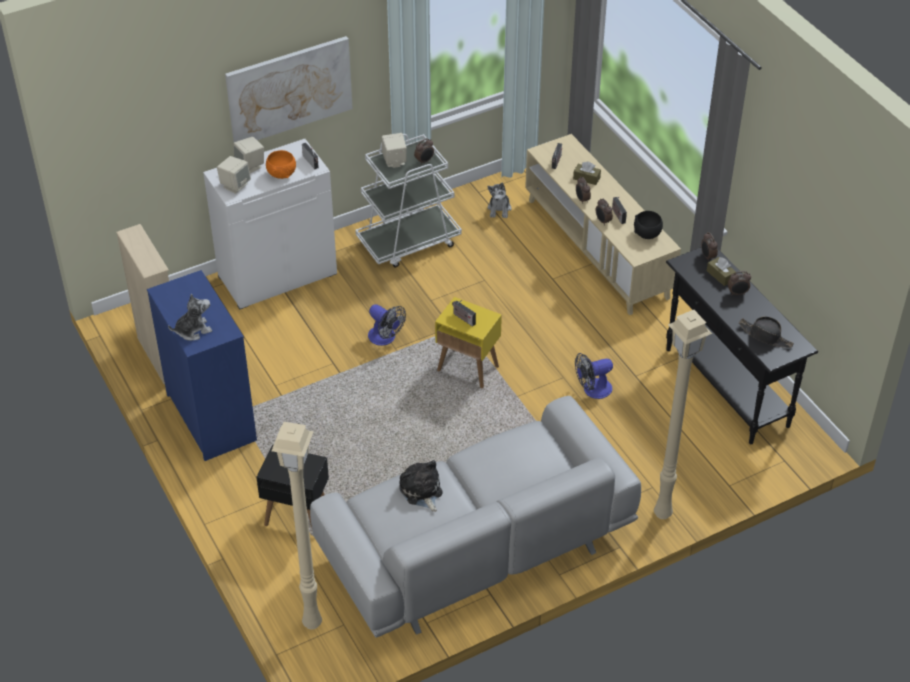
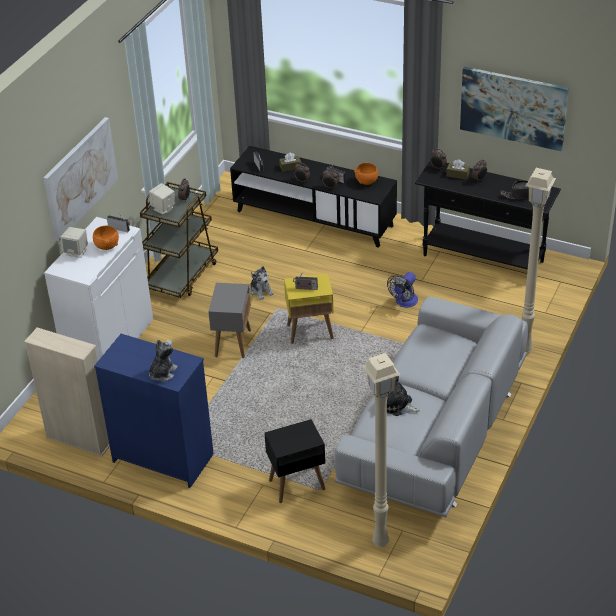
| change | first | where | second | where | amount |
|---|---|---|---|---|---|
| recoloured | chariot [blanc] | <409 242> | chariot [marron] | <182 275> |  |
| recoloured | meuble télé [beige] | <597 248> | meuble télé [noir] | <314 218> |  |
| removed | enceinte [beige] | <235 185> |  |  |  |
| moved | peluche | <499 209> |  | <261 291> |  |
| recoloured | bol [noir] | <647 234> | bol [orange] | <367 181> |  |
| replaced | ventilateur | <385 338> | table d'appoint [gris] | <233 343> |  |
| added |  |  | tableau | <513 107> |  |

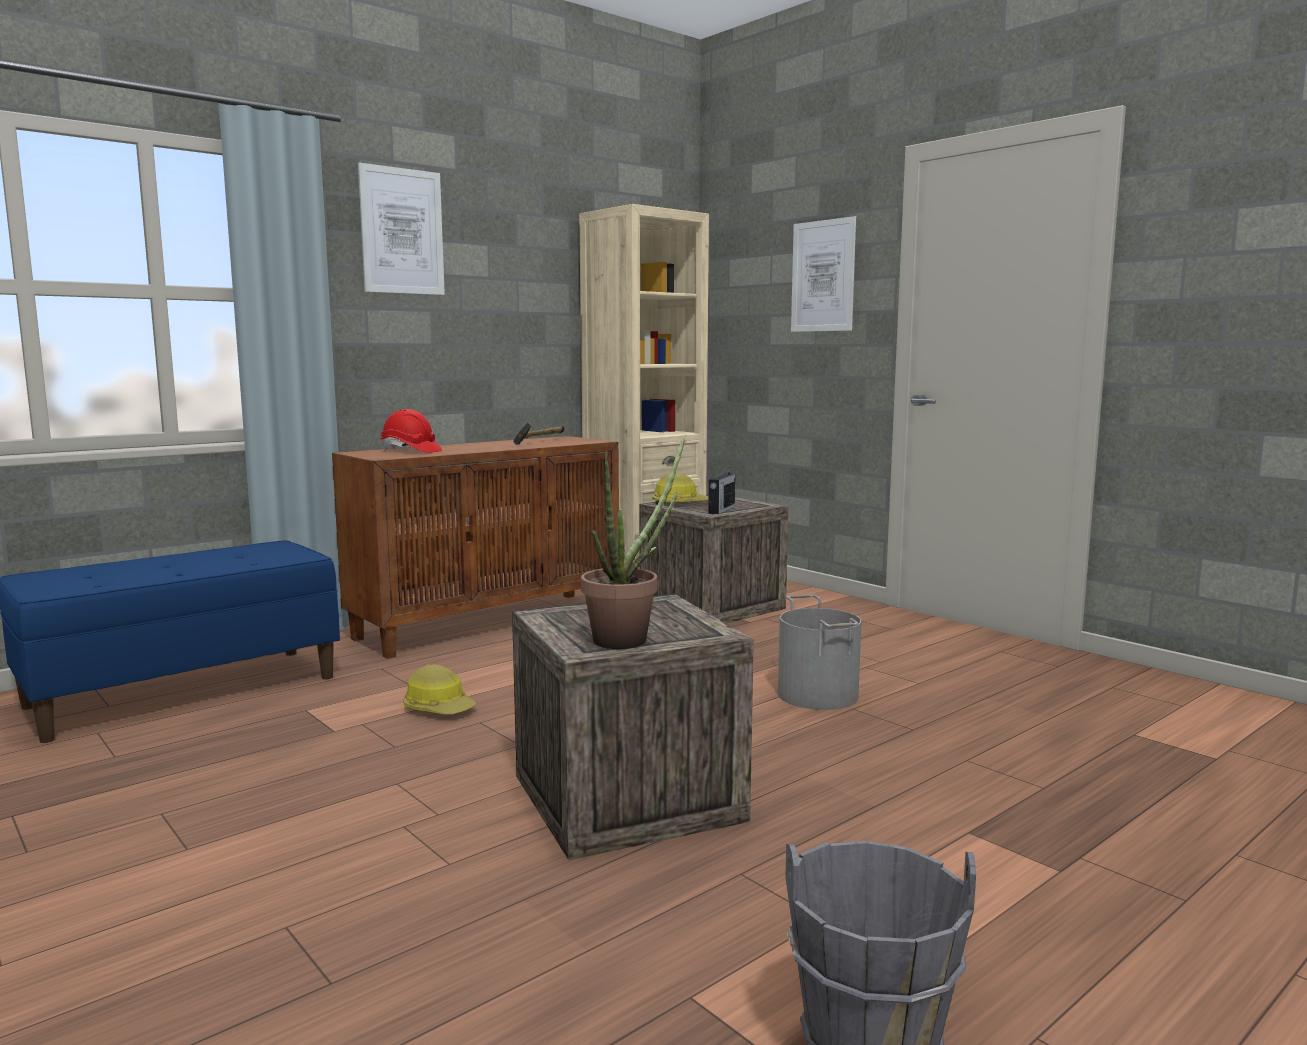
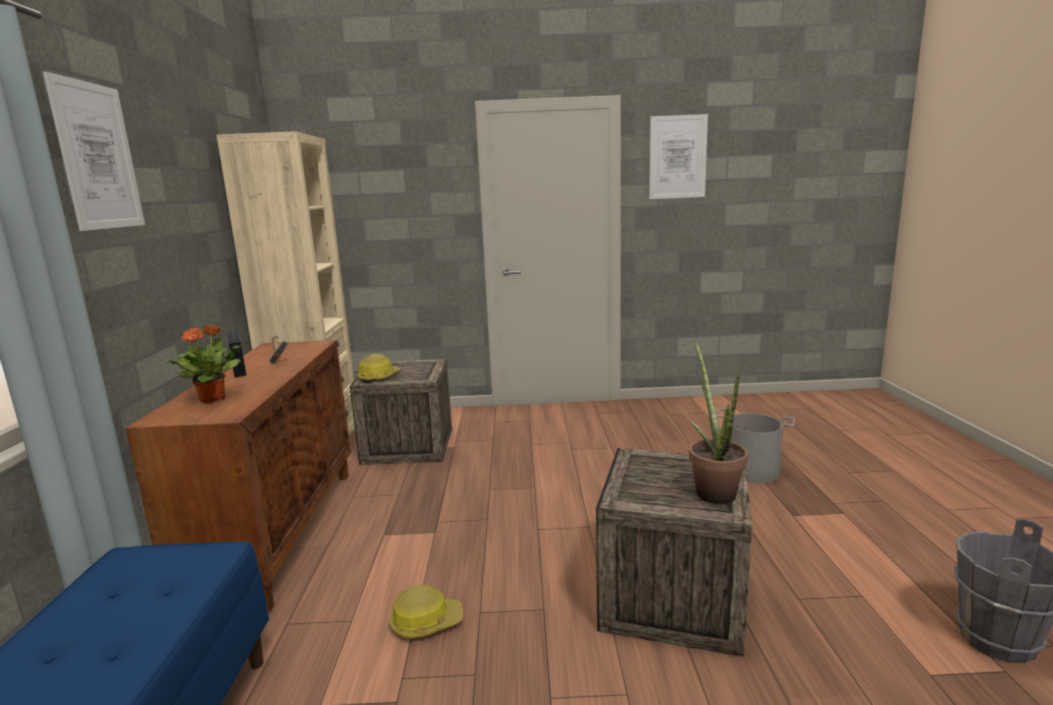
| change | first | where | second | where | amount |
|---|---|---|---|---|---|
| moved | tableau | <823 276> |  | <677 157> |  |
| replaced | casque de chantier [rouge] | <410 451> | plante en pot | <213 399> |  |
| moved | radio | <721 510> |  | <239 370> |  |
| moved | seau [gris] | <819 695> |  | <751 470> |  |

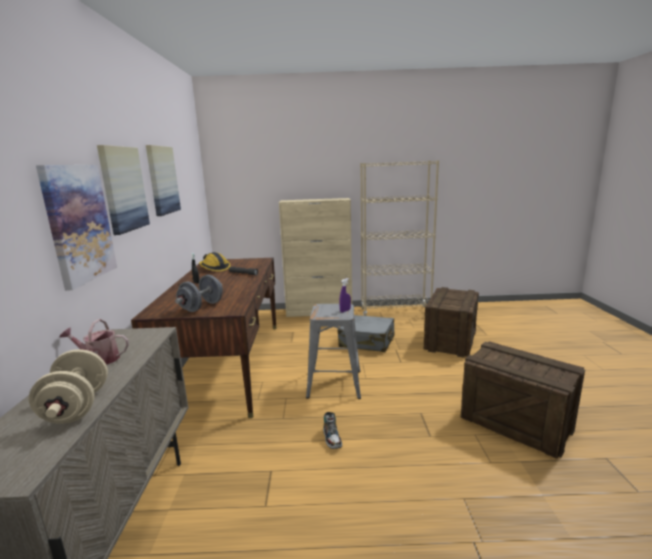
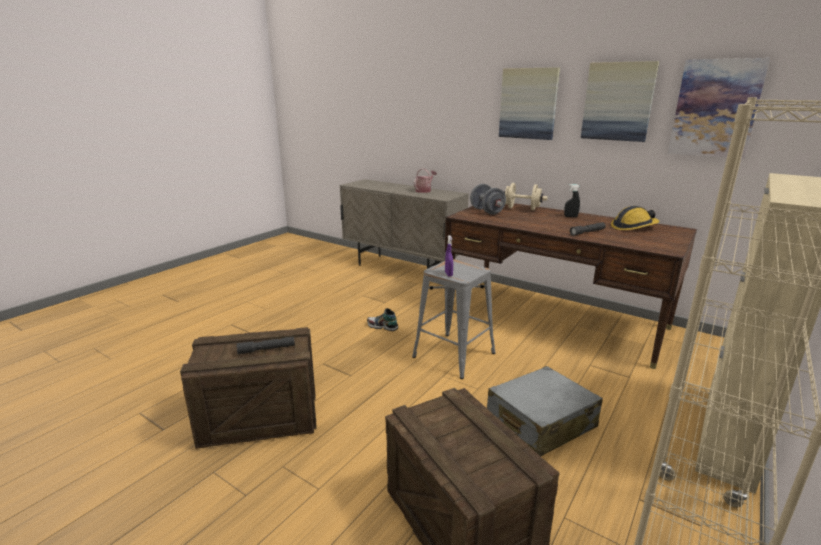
| change | first | where | second | where | amount |
|---|---|---|---|---|---|
| moved | tableau | <78 223> |  | <715 108> |  |
| moved | haltère [beige] | <77 407> |  | <522 209> |  |
| added |  |  | lampe de poche [gris] | <266 349> |  |

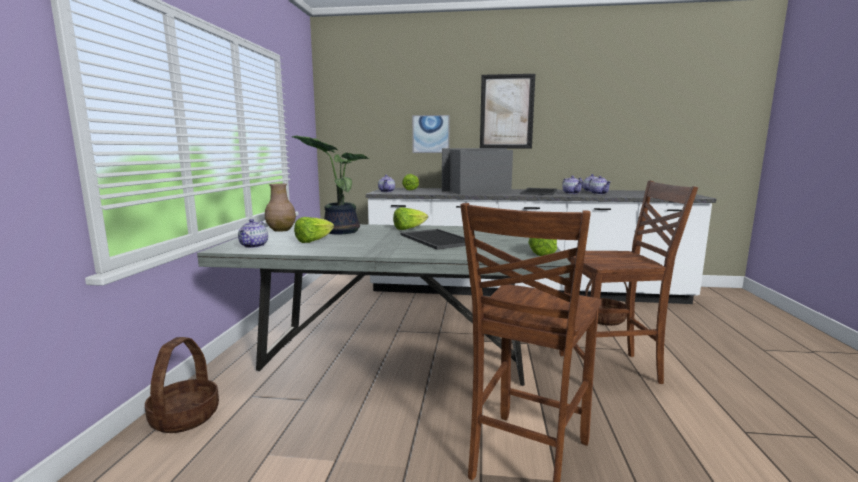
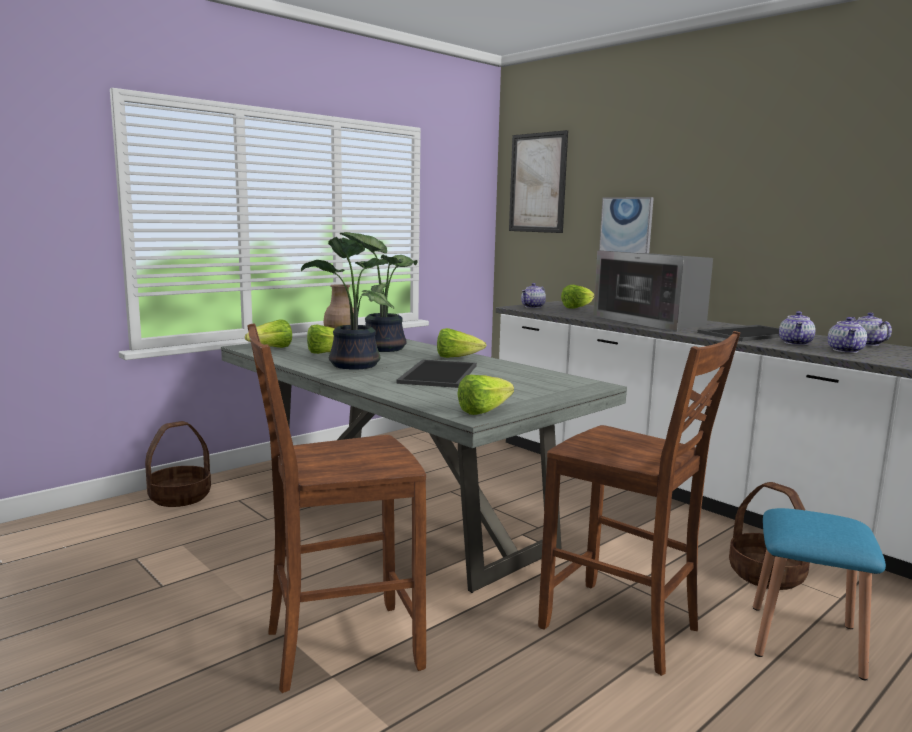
| change | first | where | second | where | amount |
|---|---|---|---|---|---|
| moved | tableau | <506 112> |  | <537 183> |  |
| turned | micro-ondes | <479 192> |  | <652 322> | 150 degrees counterclockwise |
| replaced | théière | <254 246> | laitue | <272 348> |  |
| added |  |  | plante en pot | <351 365> |  |
| added |  |  | tabouret [bleu] | <805 640> |  |

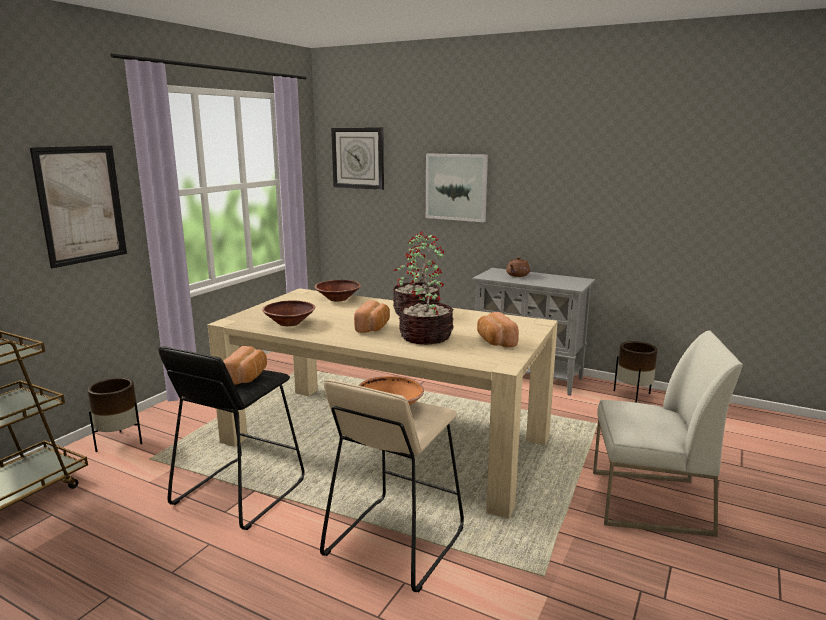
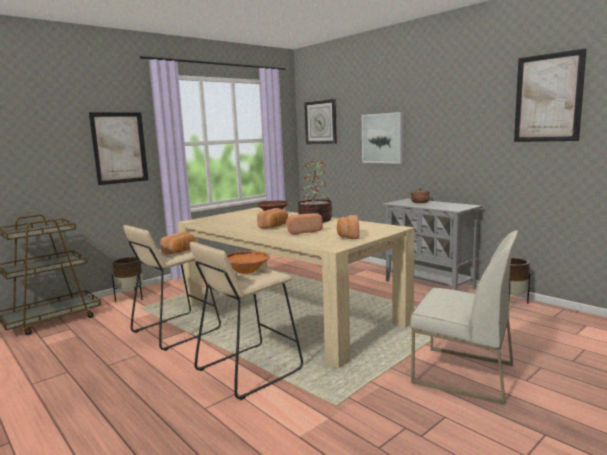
| change | first | where | second | where | amount |
|---|---|---|---|---|---|
| replaced | plante en pot | <425 336> | pain | <303 231> |  |
| removed | bol [marron] | <289 323> |  |  |  |
| recoloured | tabouret [noir] | <239 492> | tabouret [beige] | <176 330> |  |
| added |  |  | tableau | <548 98> |  |

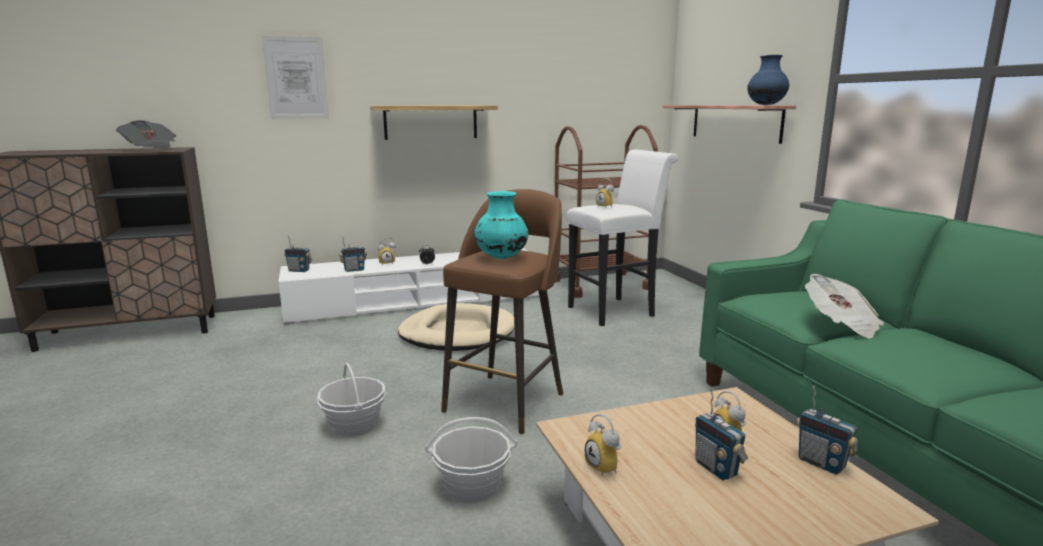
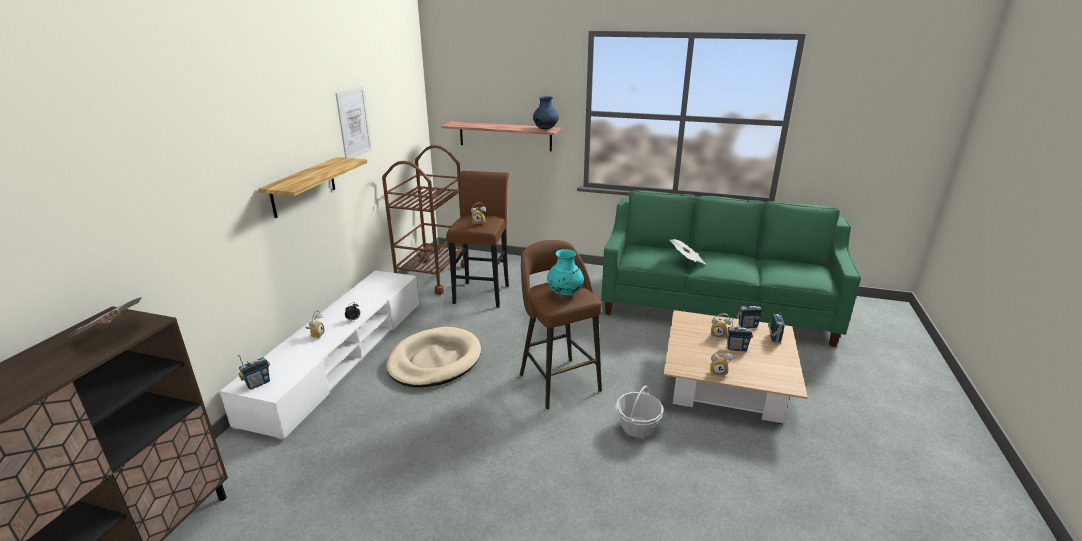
| change | first | where | second | where | amount |
|---|---|---|---|---|---|
| moved | tableau | <296 78> |  | <354 123> |  |
| recoloured | tabouret [blanc] | <616 311> | tabouret [marron] | <483 292> |  |
| moved | radio | <354 270> |  | <774 337> |  |
| removed | panier | <354 425> |  |  |  |

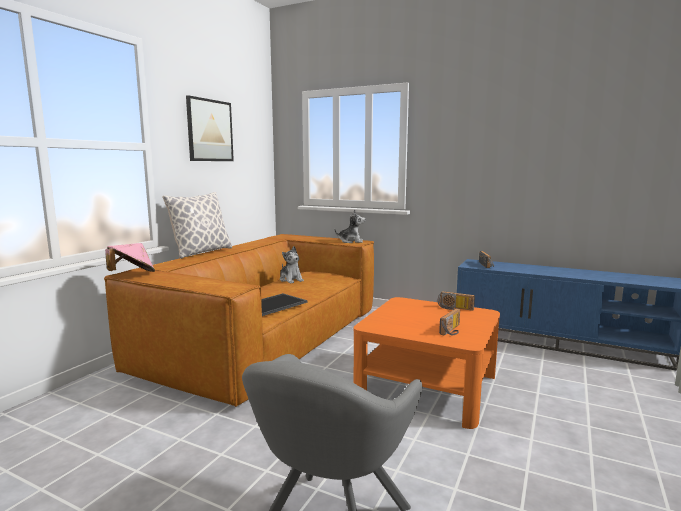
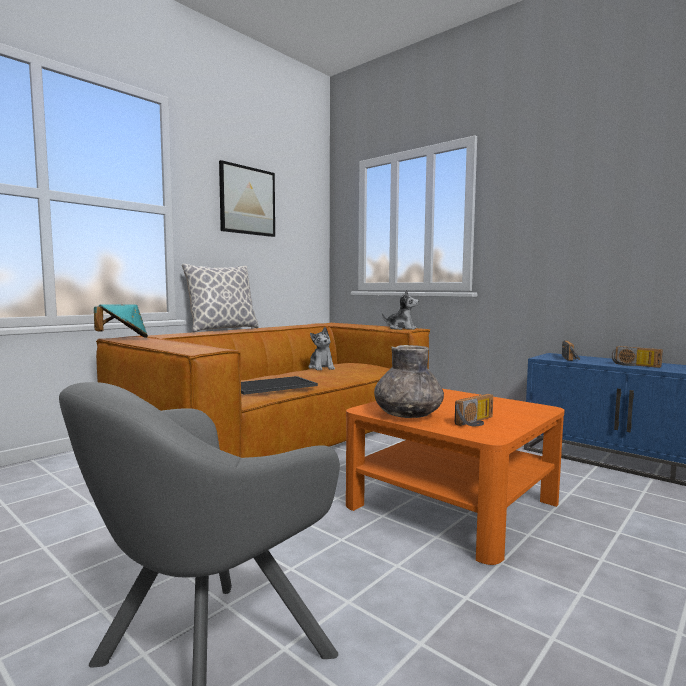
| change | first | where | second | where | amount |
|---|---|---|---|---|---|
| recoloured | chapeau [rose] | <132 274> | chapeau [turquoise] | <124 338> |  |
| moved | radio | <454 308> |  | <635 365> |  |
| added |  |  | vase [gris] | <407 415> |  |

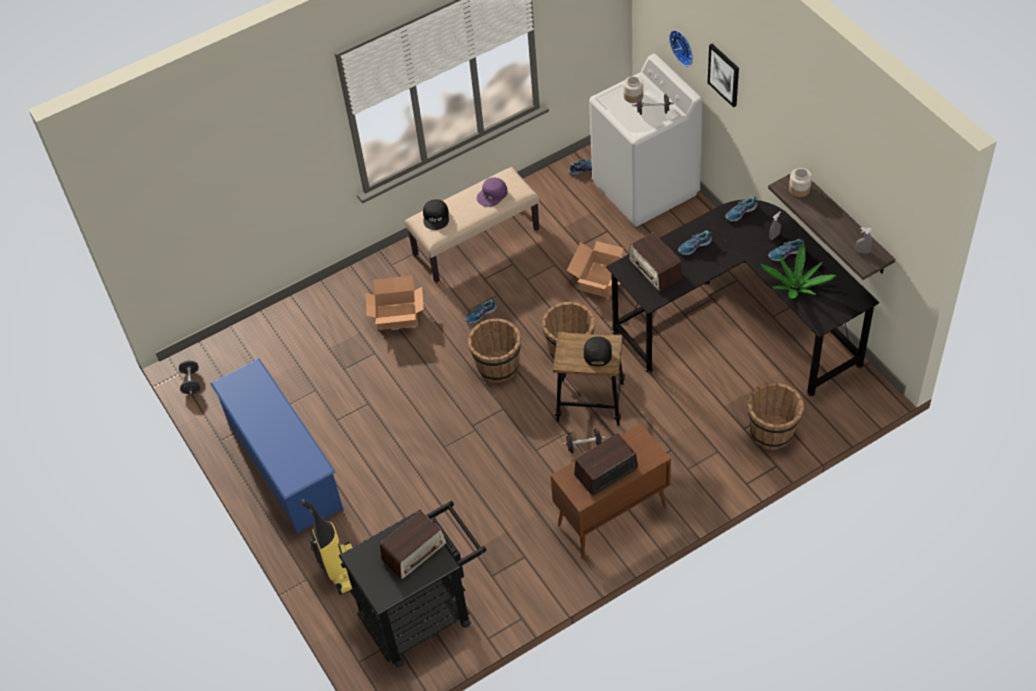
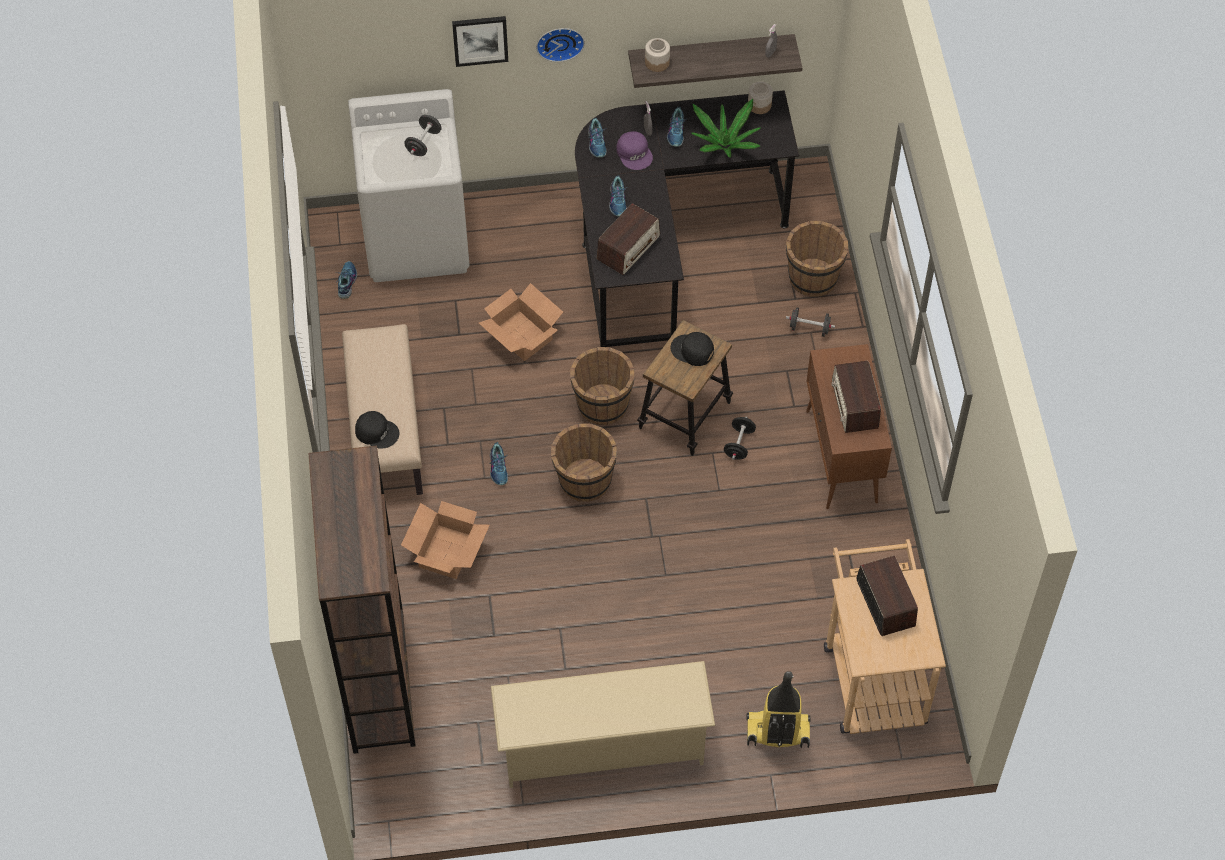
| change | first | where | second | where | amount |
|---|---|---|---|---|---|
| moved | horloge murale | <683 46> |  | <560 41> |  |
| moved | bocal | <633 96> |  | <759 105> |  |
| moved | casquette [violet] | <492 195> |  | <635 153> |  |
| turned | radio | <655 269> |  | <628 247> | 45 degrees counterclockwise |
| recoloured | étagère à chaussures [bleu] | <284 467> | étagère à chaussures [beige] | <602 746> |  |
| moved | haltère [noir] | <191 383> |  | <809 328> |  |
| recoloured | chariot [noir] | <424 613> | chariot [beige] | <872 674> |  |
| added |  |  | bibliothèque [marron] | <378 681> |  |

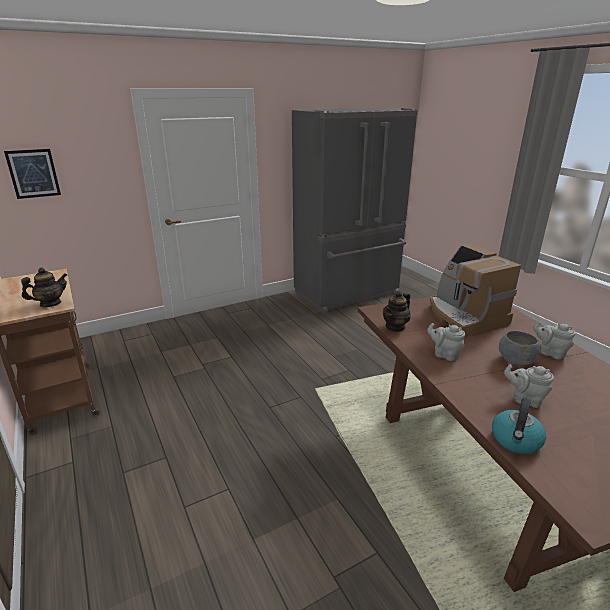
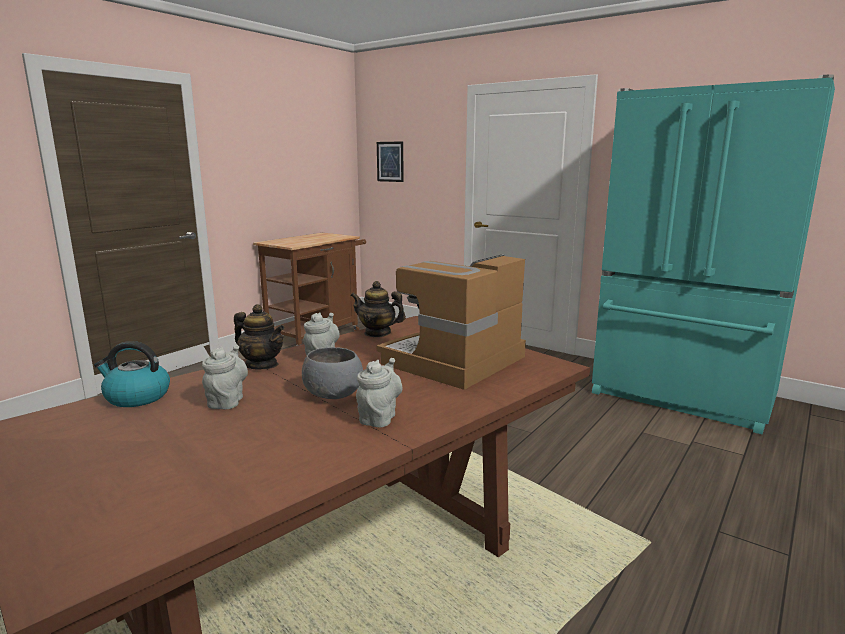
| change | first | where | second | where | amount |
|---|---|---|---|---|---|
| recoloured | réfrigérateur [gris] | <348 293> | réfrigérateur [turquoise] | <681 397> |  |
| moved | théière | <50 304> |  | <262 365> |  |

